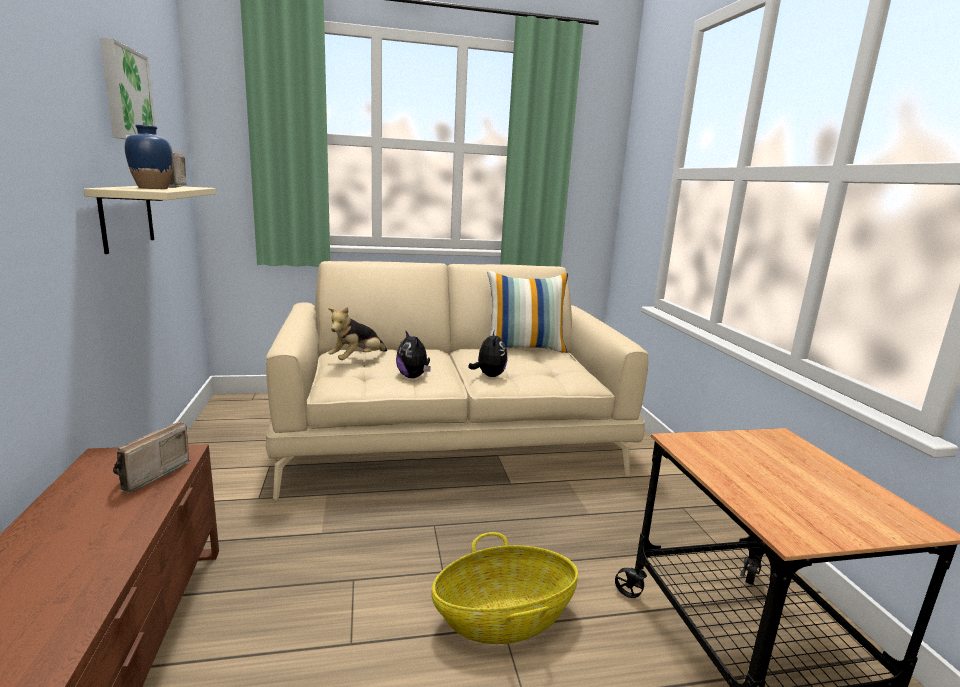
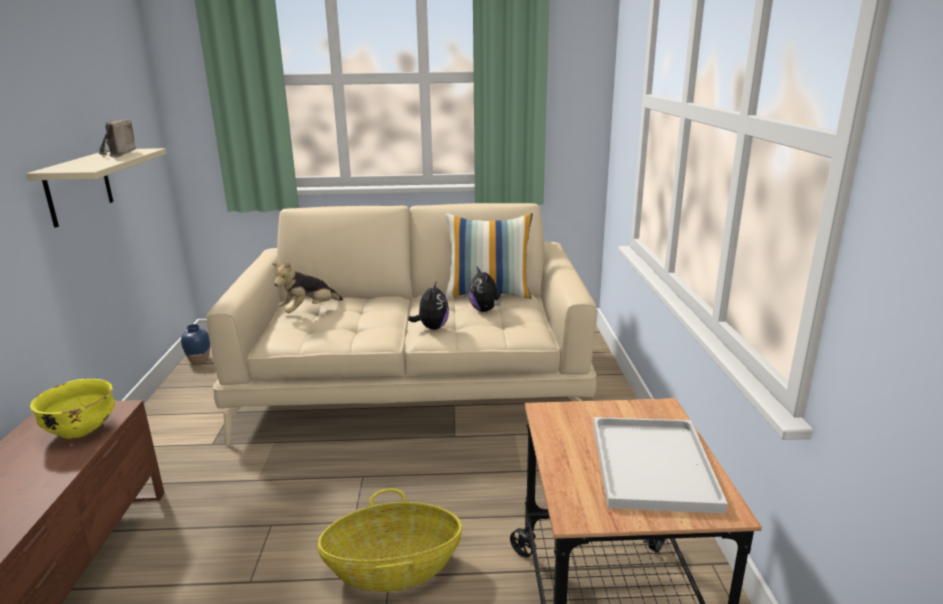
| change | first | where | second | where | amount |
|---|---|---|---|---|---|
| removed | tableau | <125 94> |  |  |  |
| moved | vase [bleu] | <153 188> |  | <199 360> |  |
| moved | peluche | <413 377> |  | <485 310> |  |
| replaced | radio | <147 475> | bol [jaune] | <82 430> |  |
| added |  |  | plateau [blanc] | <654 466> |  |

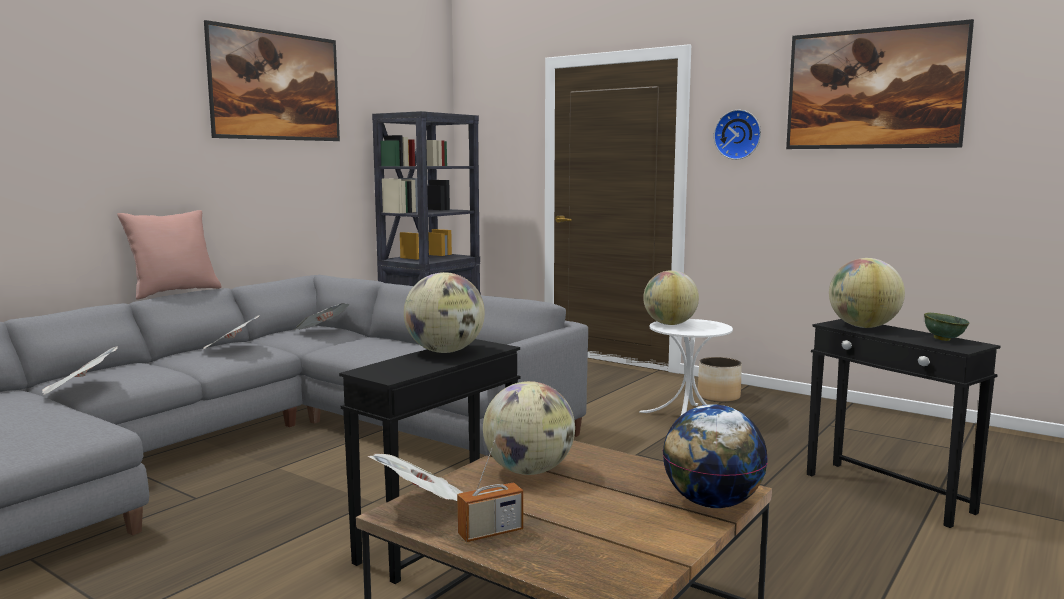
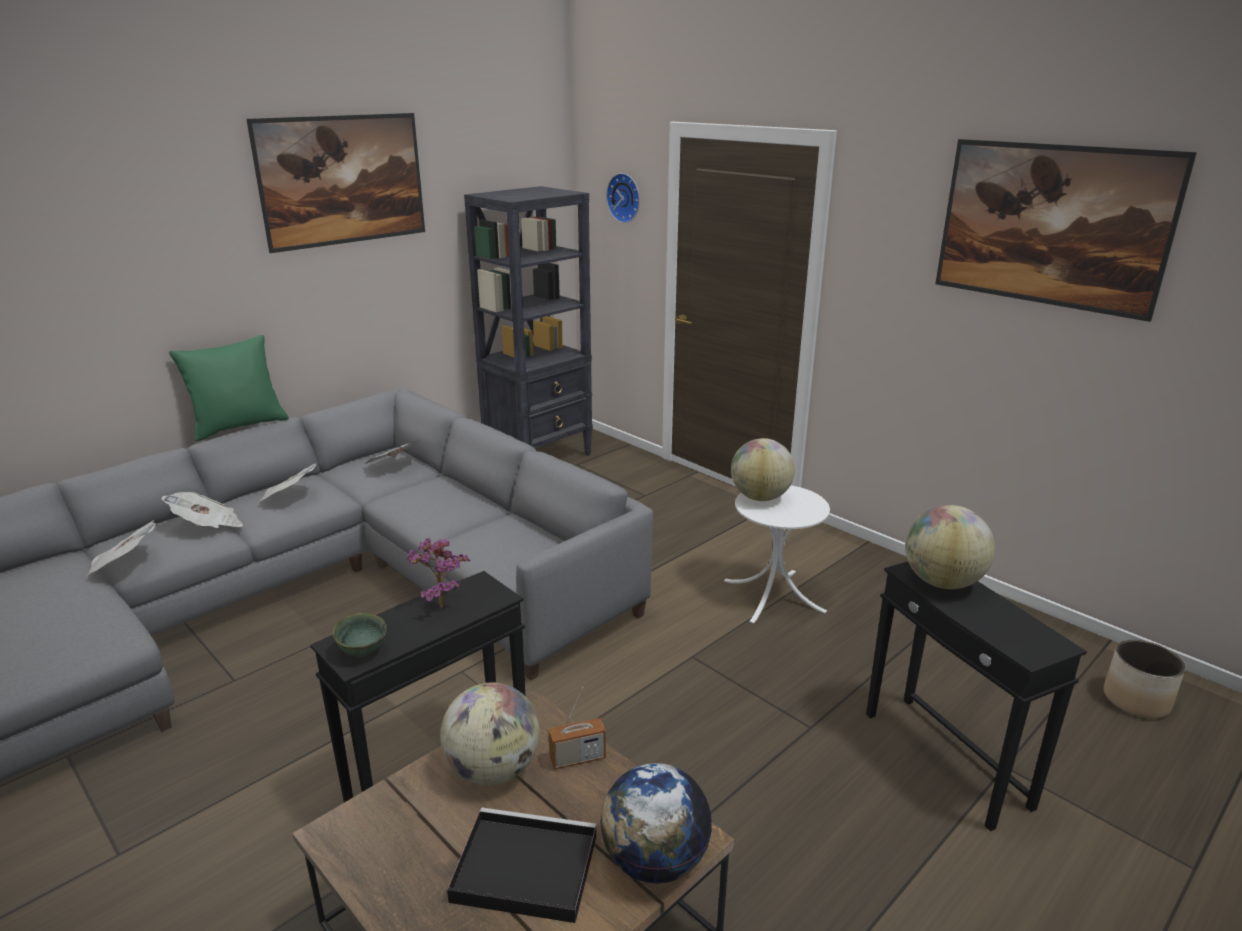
| change | first | where | second | where | amount |
|---|---|---|---|---|---|
| moved | horloge murale | <738 134> |  | <625 197> |  |
| recoloured | coussin [rose] | <174 292> | coussin [vert] | <239 426> |  |
| replaced | globe | <445 351> | plante en pot | <439 603> |  |
| moved | bol [vert] | <943 339> |  | <363 651> |  |
| moved | cache-pot | <719 397> |  | <1136 700> |  |
| moved | radio | <490 533> |  | <577 758> |  |
| moved | journal | <427 506> |  | <208 526> |  |
| added |  |  | plateau [noir] | <522 868> |  |

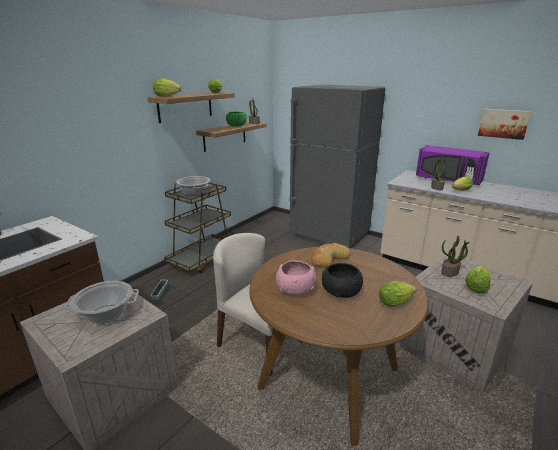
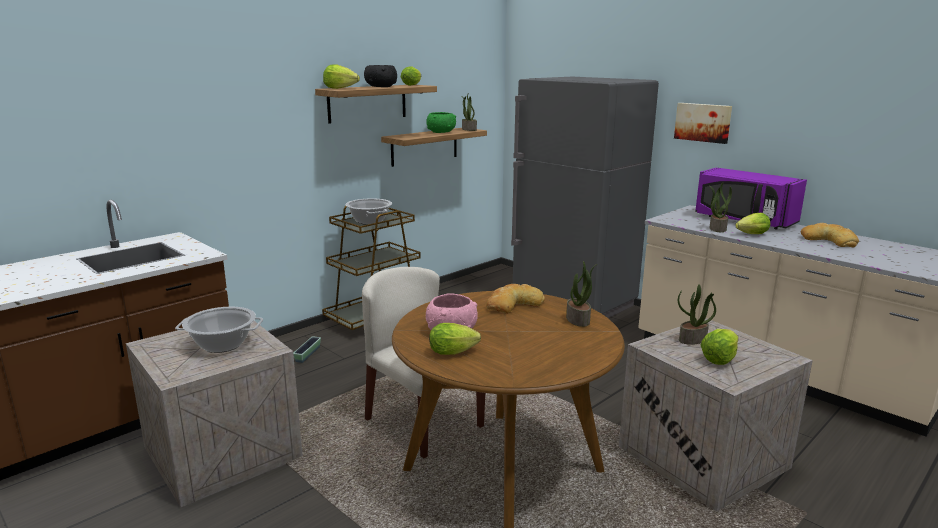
| change | first | where | second | where | amount |
|---|---|---|---|---|---|
| moved | tableau | <503 123> |  | <703 122> |  |
| moved | bol [noir] | <341 292> |  | <381 87> |  |
| moved | laitue | <396 302> |  | <455 352> |  |
| added |  |  | pain | <829 240> |  |
| added |  |  | plante en pot | <578 320> |  |

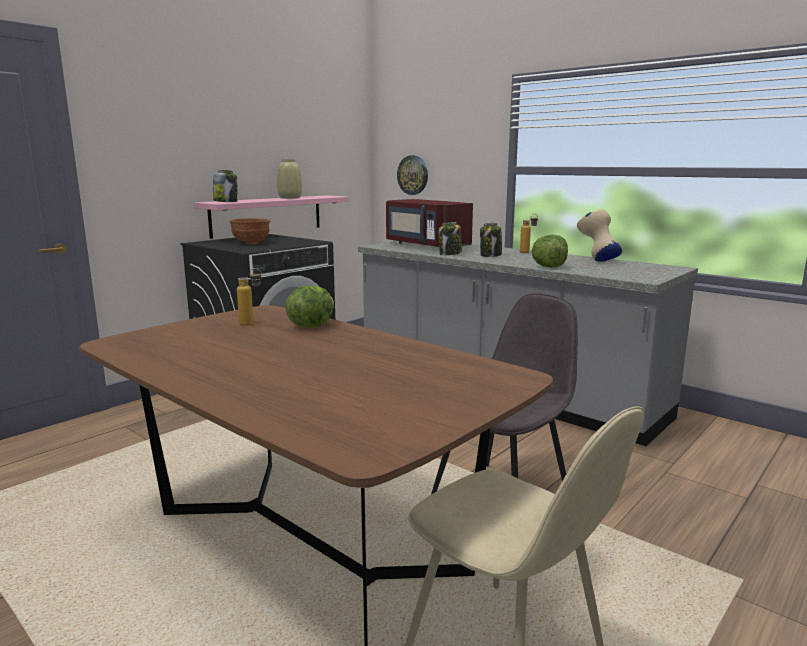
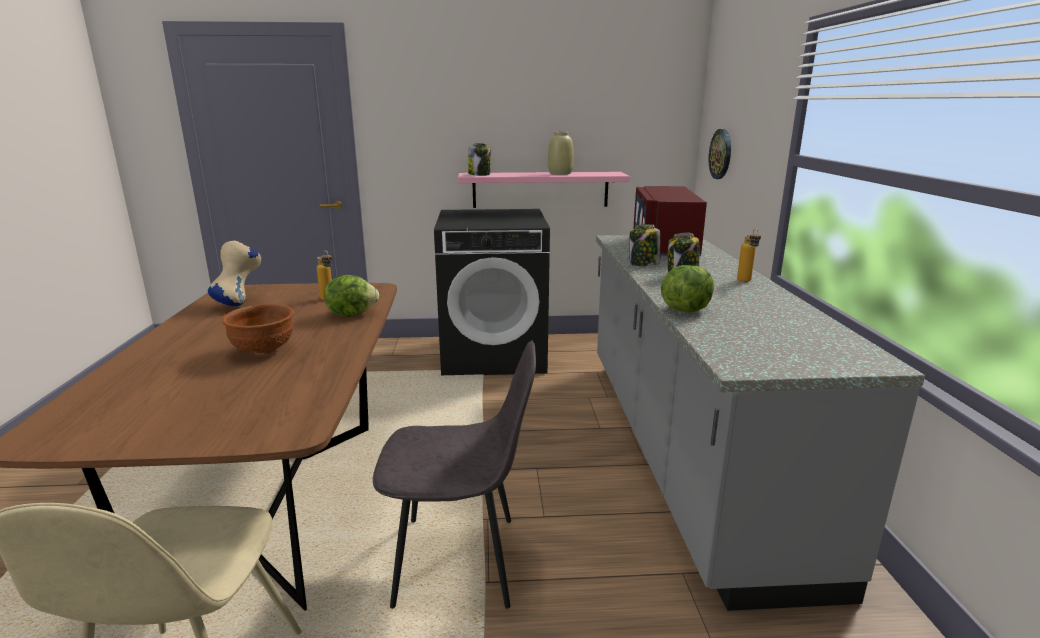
| change | first | where | second | where | amount |
|---|---|---|---|---|---|
| moved | vase [beige] | <597 260> |  | <240 303> |  |
| moved | bol [marron] | <251 243> |  | <263 351> |  |

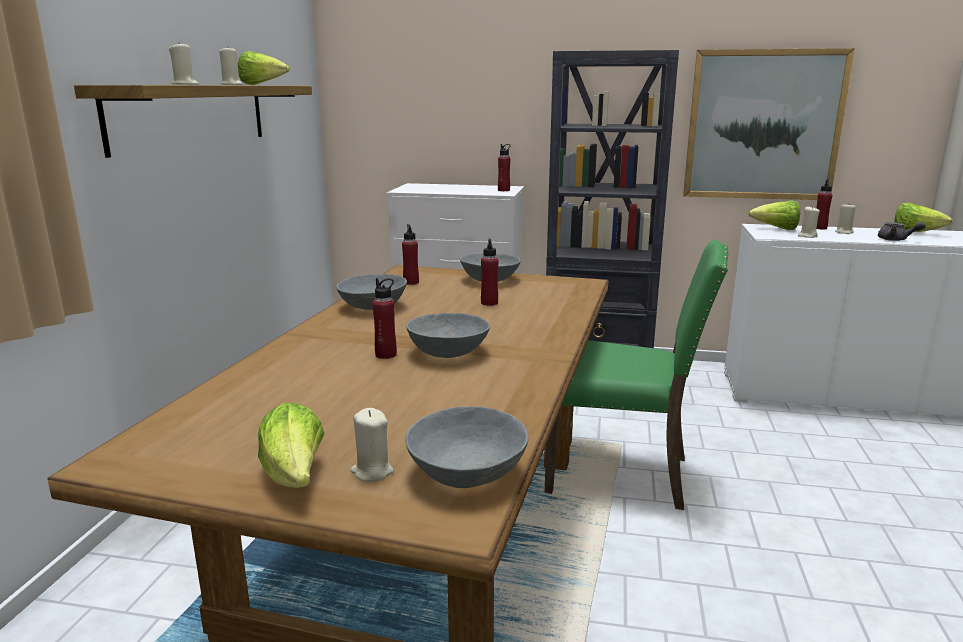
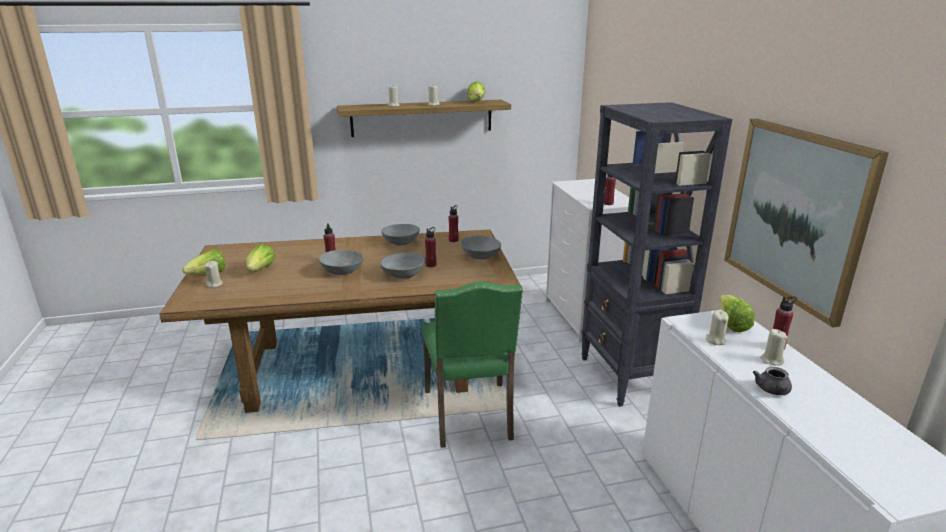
| change | first | where | second | where | amount |
|---|---|---|---|---|---|
| moved | laitue | <914 233> |  | <260 270> |  |
| moved | bol [gris] | <466 473> |  | <403 275> |  |

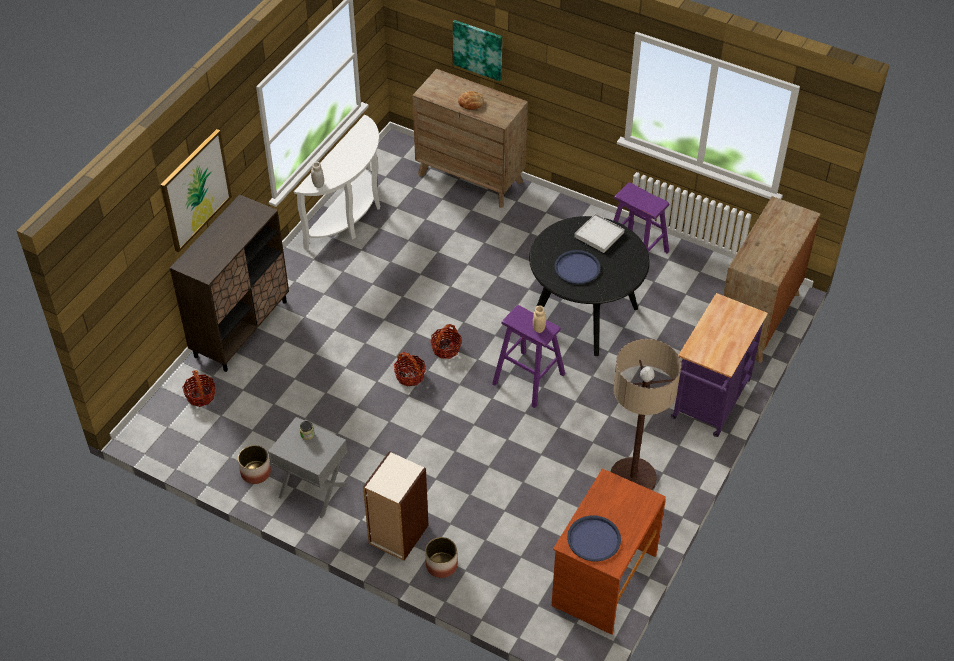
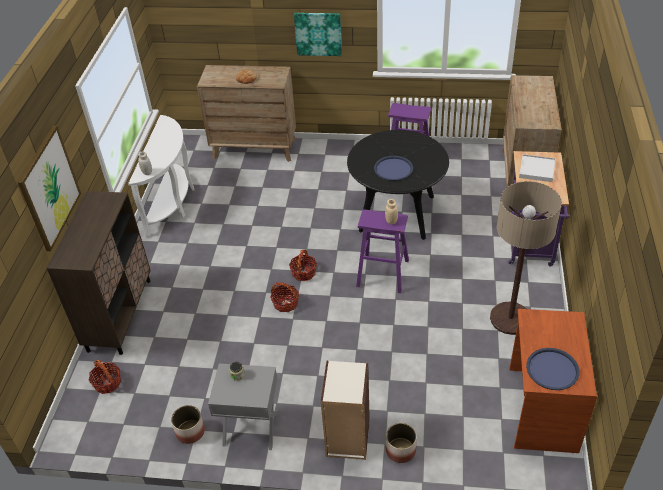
| change | first | where | second | where | amount |
|---|---|---|---|---|---|
| moved | tableau | <478 49> |  | <318 33> |  |
| moved | plateau [blanc] | <599 235> |  | <537 170> |  |

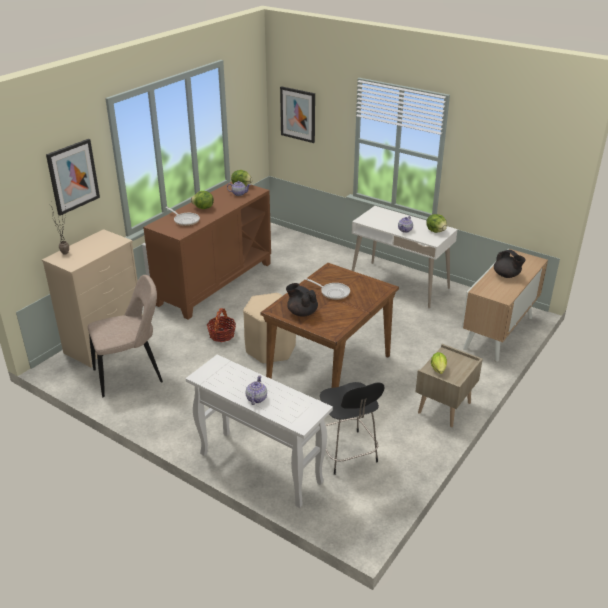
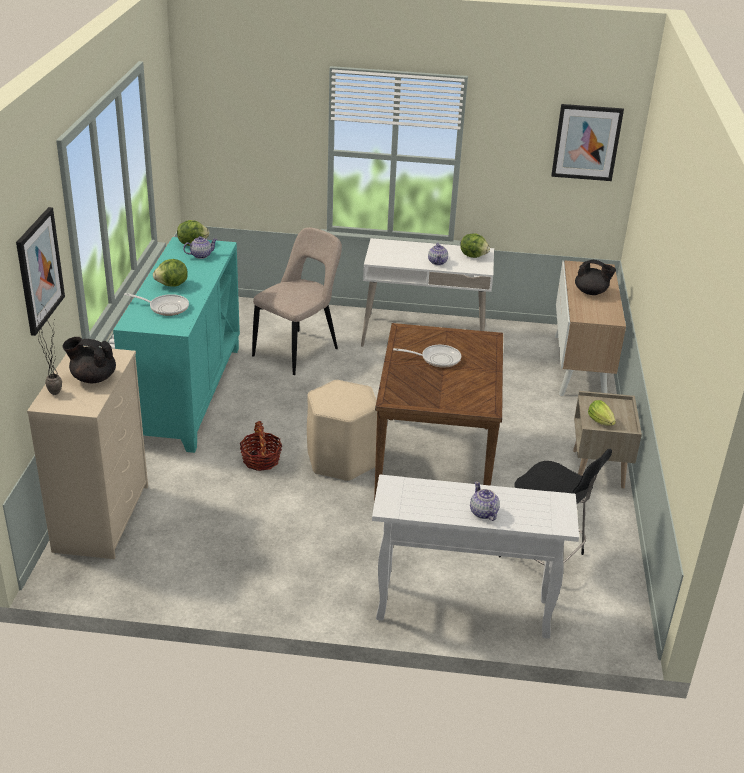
| change | first | where | second | where | amount |
|---|---|---|---|---|---|
| moved | tableau | <298 114> |  | <586 142> |  |
| recoloured | meuble de rangement [marron] | <214 283> | meuble de rangement [turquoise] | <186 393> |  |
| moved | chaise [beige] | <131 375> |  | <298 351> |  |
| moved | théière [noir] | <302 312> |  | <93 378> |  |

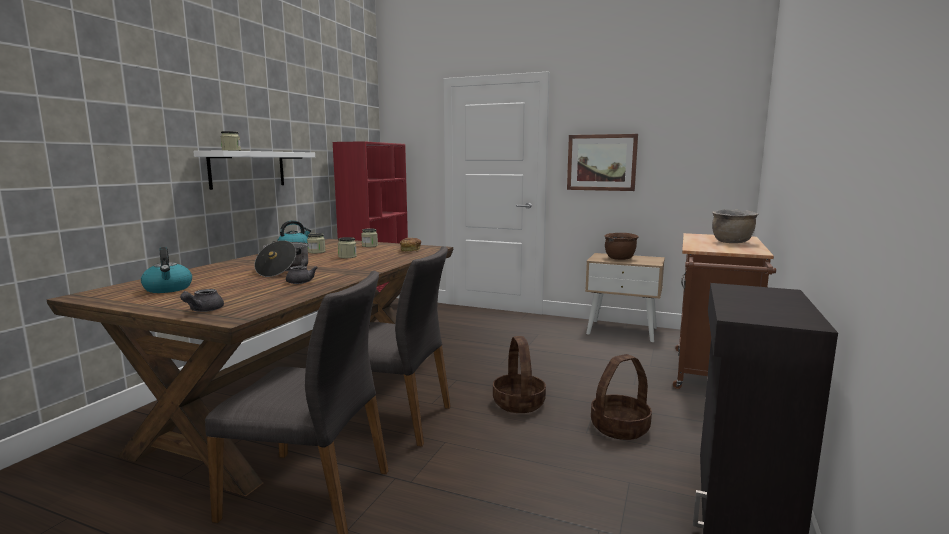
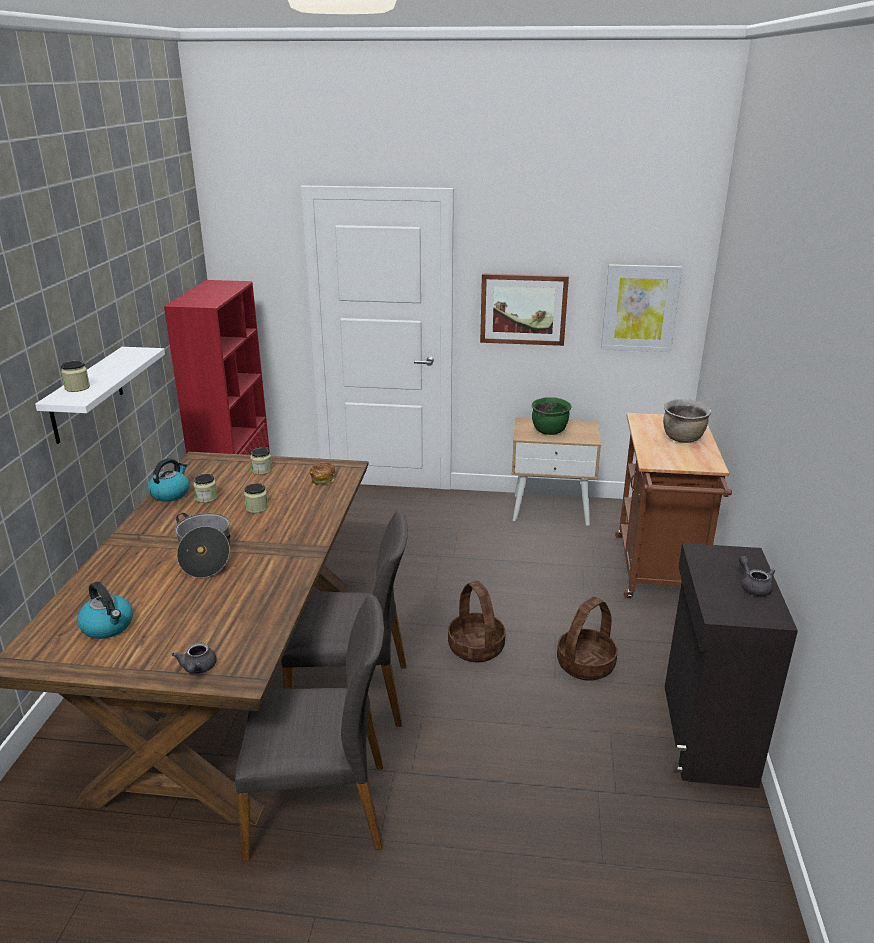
| change | first | where | second | where | amount |
|---|---|---|---|---|---|
| recoloured | marmite [marron] | <620 259> | marmite [vert] | <549 431> |  |
| moved | théière [gris] | <301 281> |  | <754 586> |  |
| added |  |  | tableau | <640 308> |  |

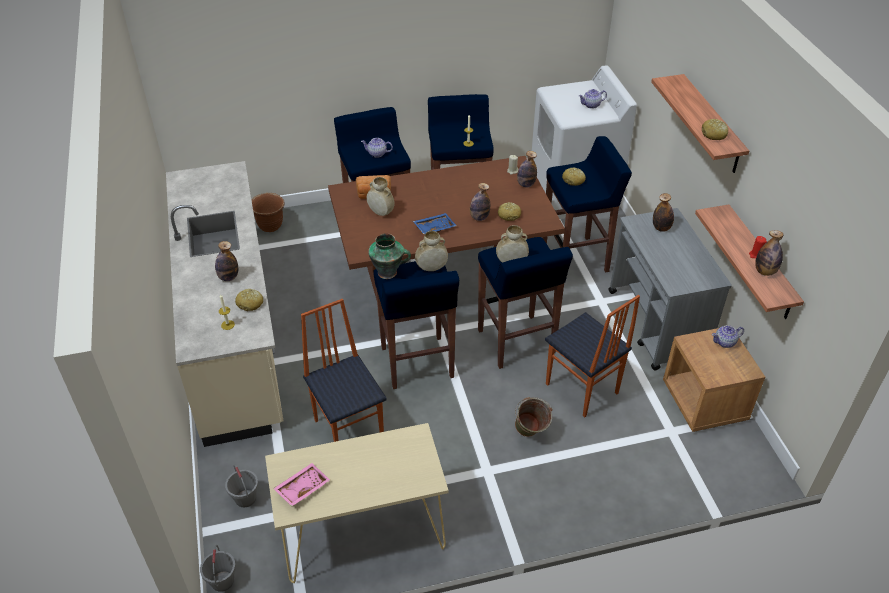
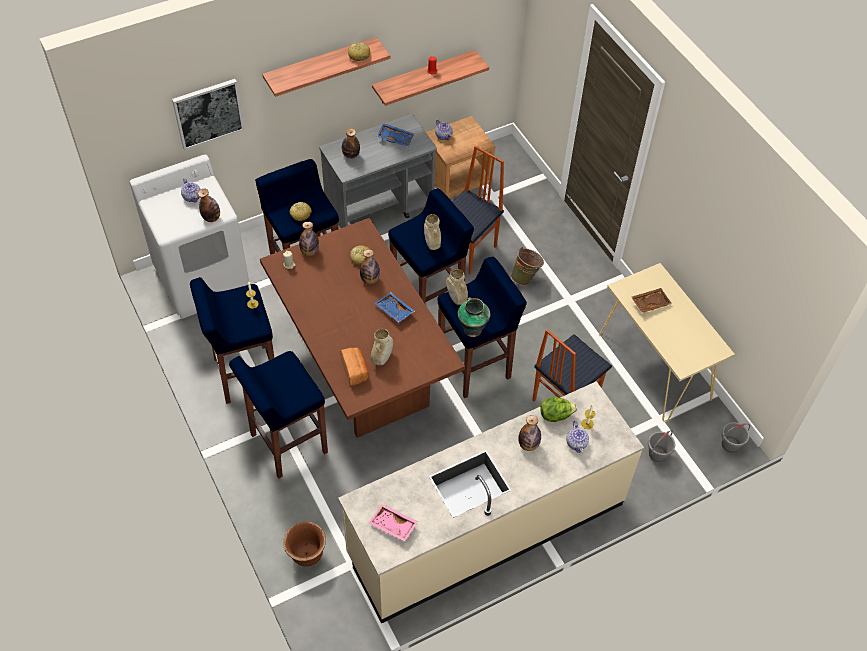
| change | first | where | second | where | amount |
|---|---|---|---|---|---|
| moved | théière | <377 154> |  | <577 443> |  |
| moved | bouteille | <765 271> |  | <211 218> |  |
| replaced | pain | <250 303> | laitue | <555 415> |  |
| moved | plateau [rose] | <302 488> |  | <392 526> |  |
| added |  |  | tableau | <208 113> |  |
| added |  |  | plateau [bleu] | <395 138> |  |
| added |  |  | plateau [marron] | <650 303> |  |

